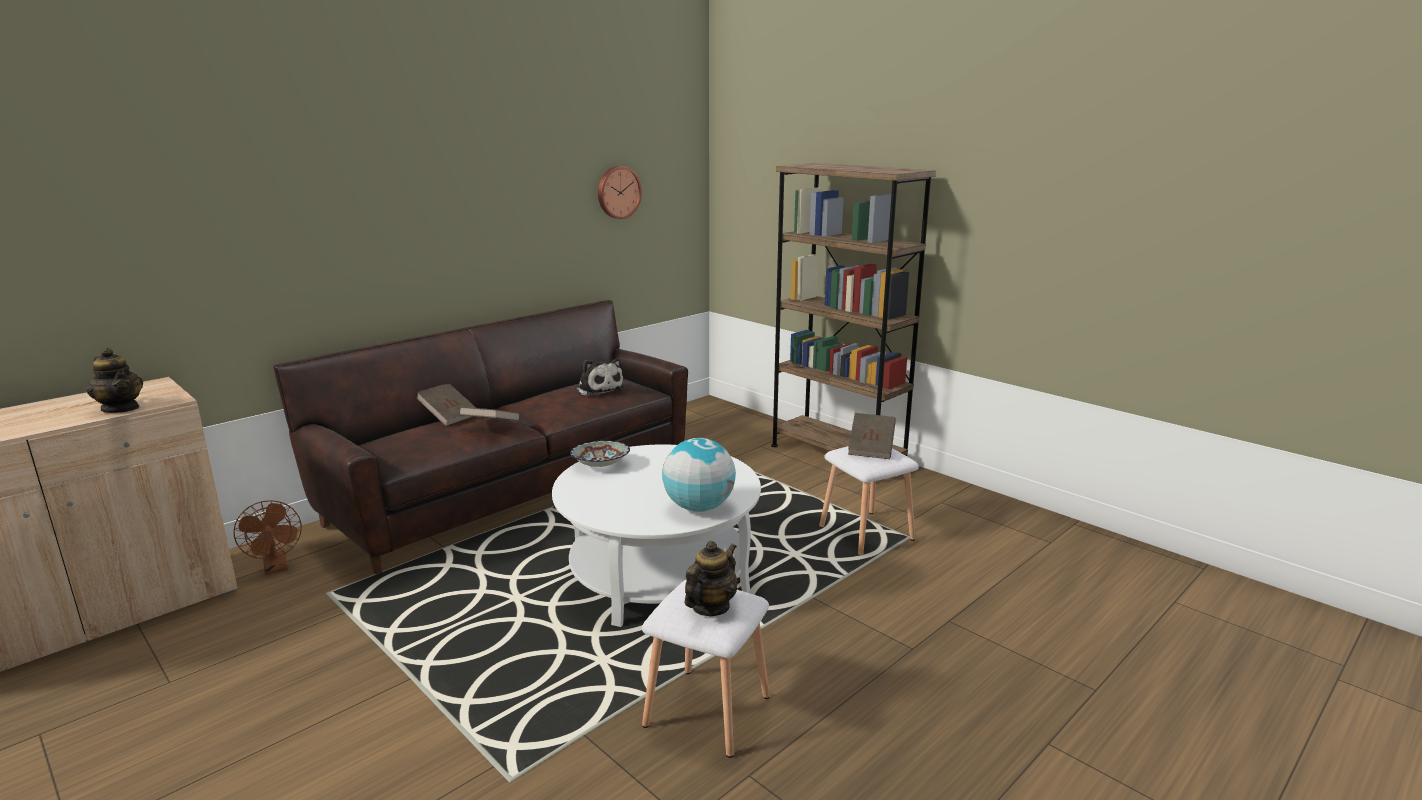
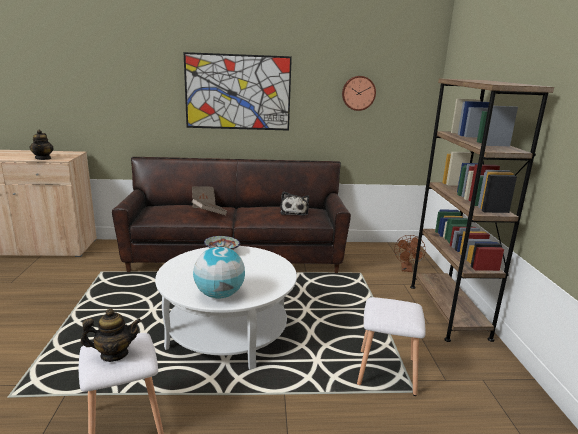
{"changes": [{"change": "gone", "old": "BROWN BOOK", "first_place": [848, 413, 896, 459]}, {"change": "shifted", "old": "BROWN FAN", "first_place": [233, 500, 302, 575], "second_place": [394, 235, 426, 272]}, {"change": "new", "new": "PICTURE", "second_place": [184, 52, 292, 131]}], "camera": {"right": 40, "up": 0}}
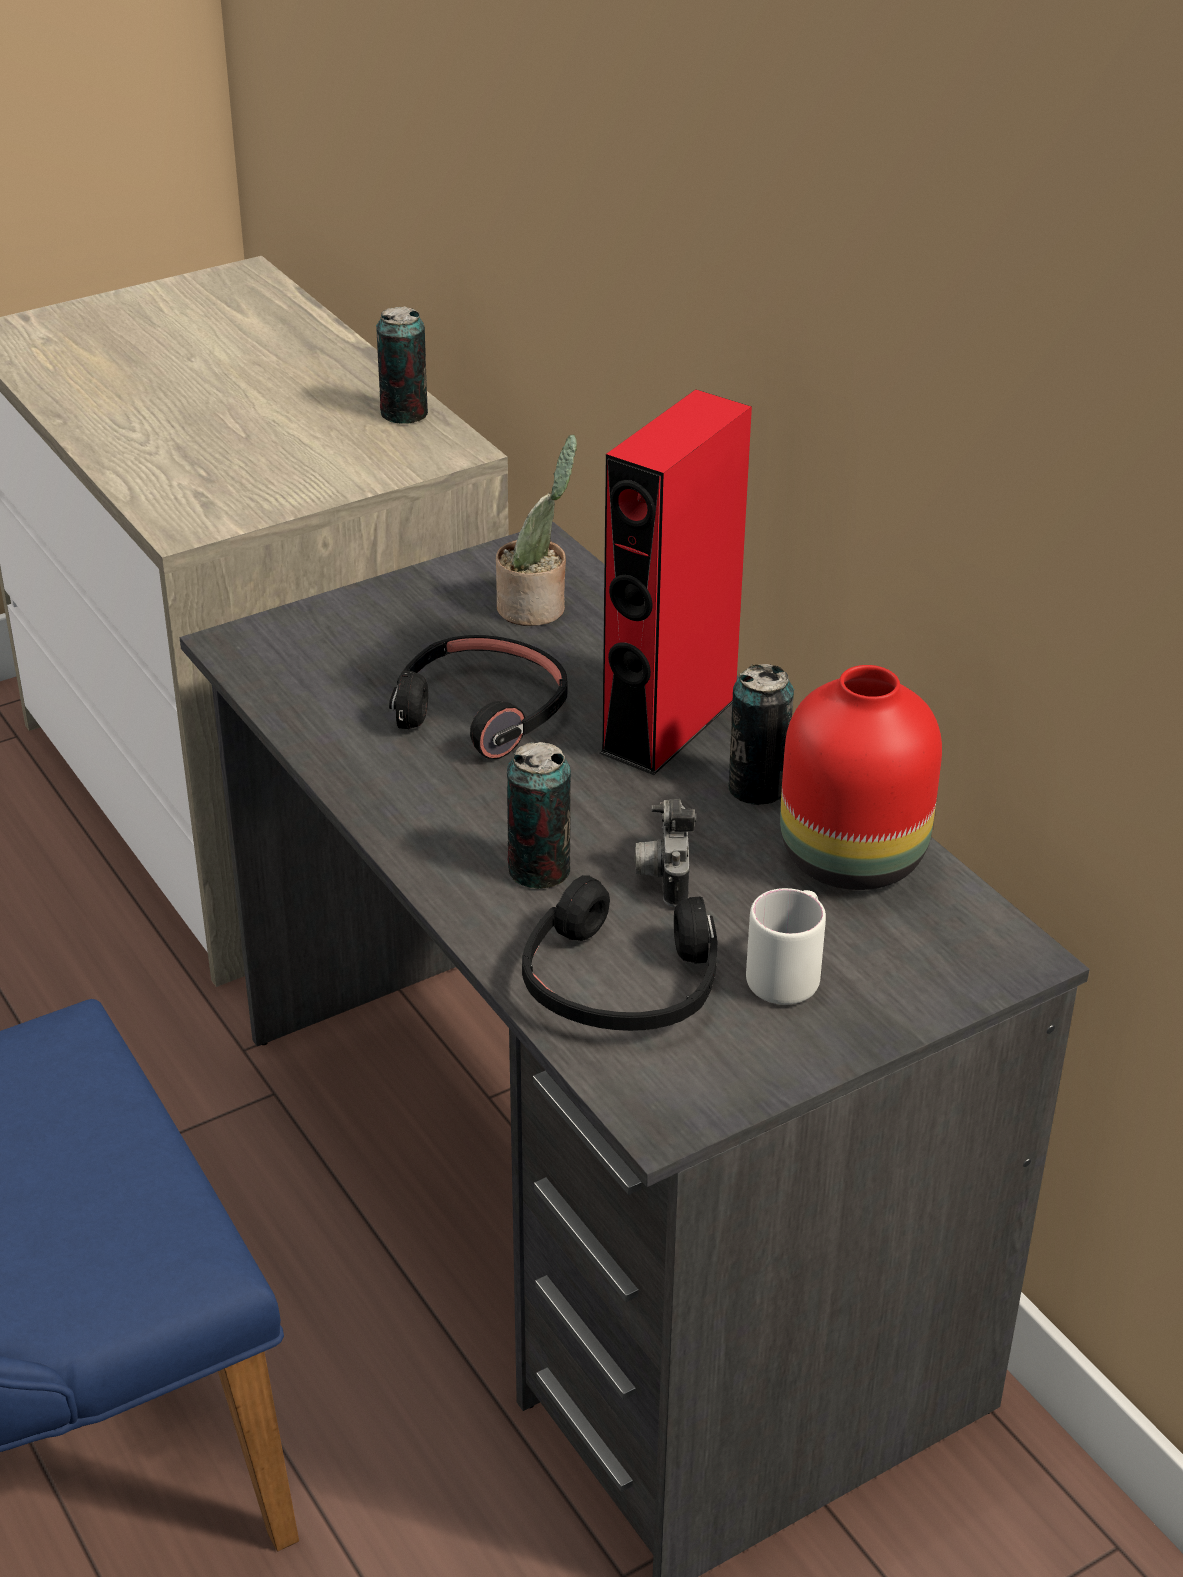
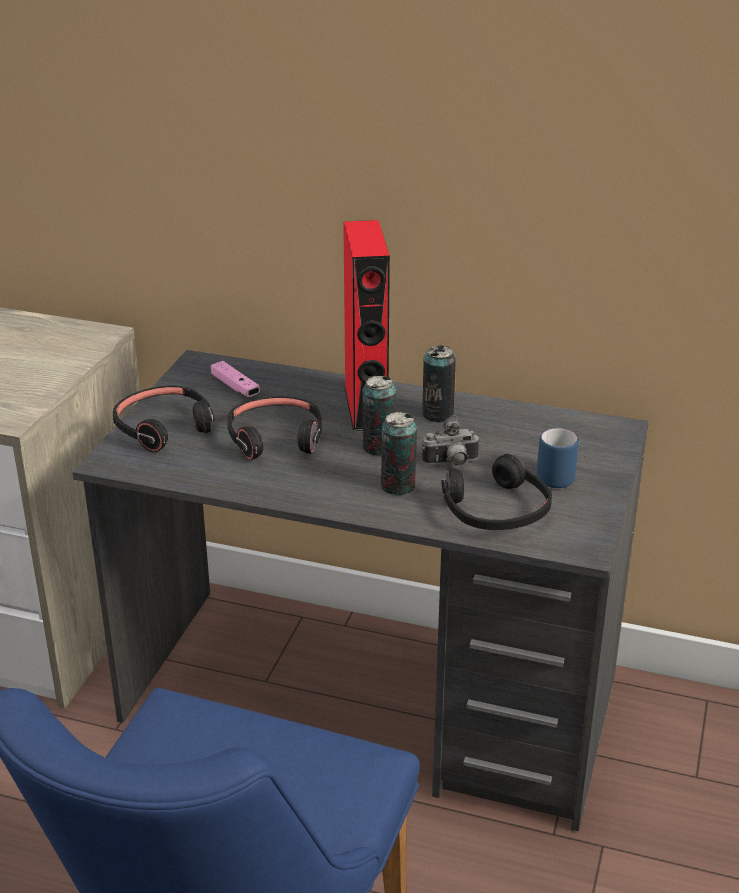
{"changes": [{"change": "shifted", "old": "CAN", "first_place": [376, 306, 428, 424], "second_place": [362, 376, 396, 456]}, {"change": "swapped", "old": "POTTED PLANT", "new": "PINK GAME CONTROLLER", "first_place": [496, 435, 577, 626], "second_place": [211, 361, 260, 397]}, {"change": "gone", "old": "RED VASE", "first_place": [780, 665, 942, 890]}, {"change": "rotated", "old": "PHOTO CAMERA", "first_place": [634, 799, 696, 907], "second_place": [422, 415, 480, 466], "degrees": -60}, {"change": "repainted", "old": "WHITE MUG", "new": "BLUE MUG", "first_place": [746, 888, 826, 1005], "second_place": [537, 428, 579, 488]}, {"change": "new", "new": "BLACK HEADPHONES", "second_place": [113, 386, 215, 452]}], "camera": {"right": -40, "up": -5}}
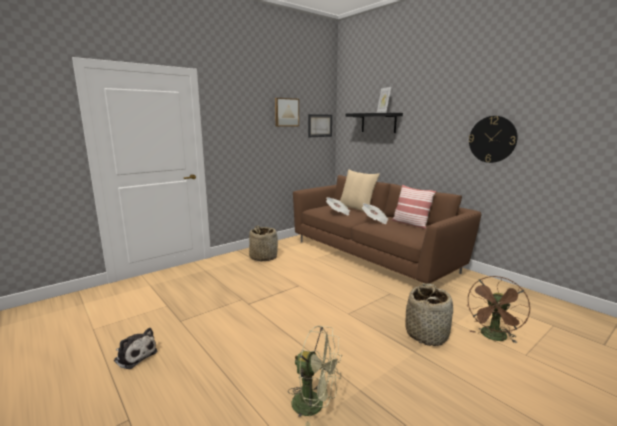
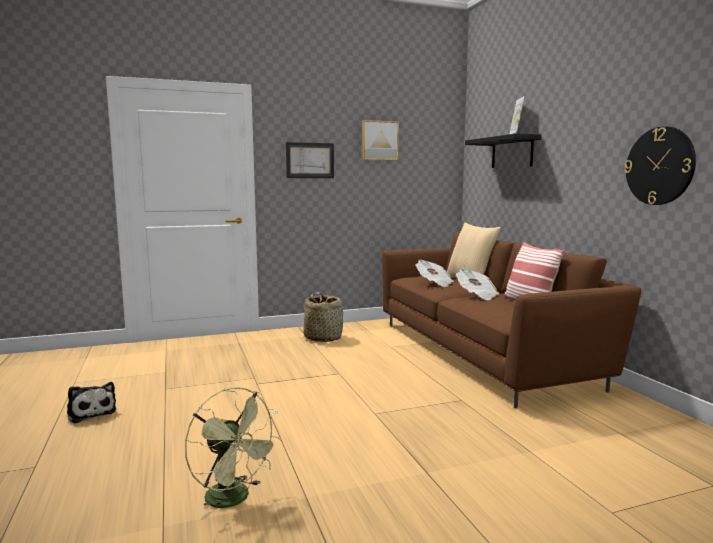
{"changes": [{"change": "shifted", "old": "PICTURE", "first_place": [308, 114, 332, 137], "second_place": [286, 142, 334, 178]}, {"change": "gone", "old": "BROWN FAN", "first_place": [467, 276, 530, 343]}, {"change": "gone", "old": "BASKET", "first_place": [405, 283, 453, 346]}], "camera": {"right": 20, "up": -5}}
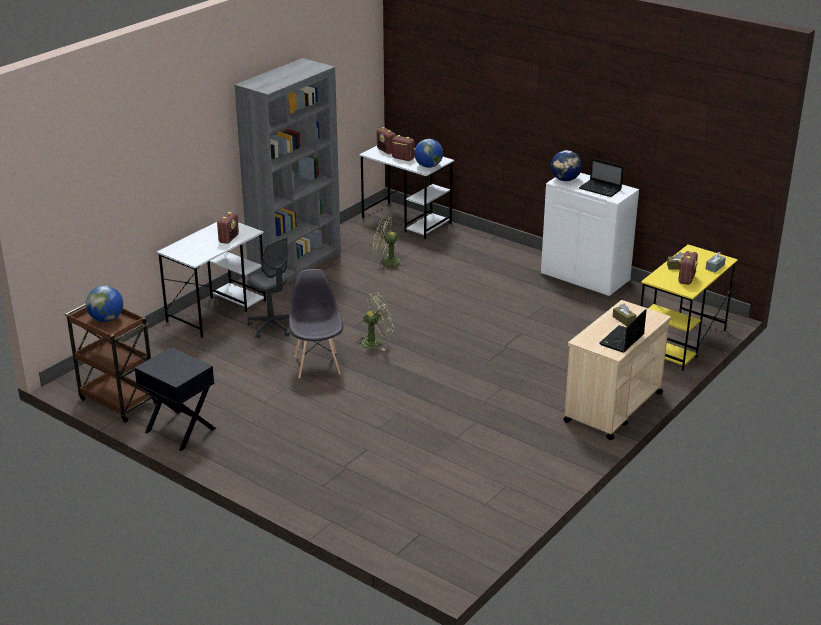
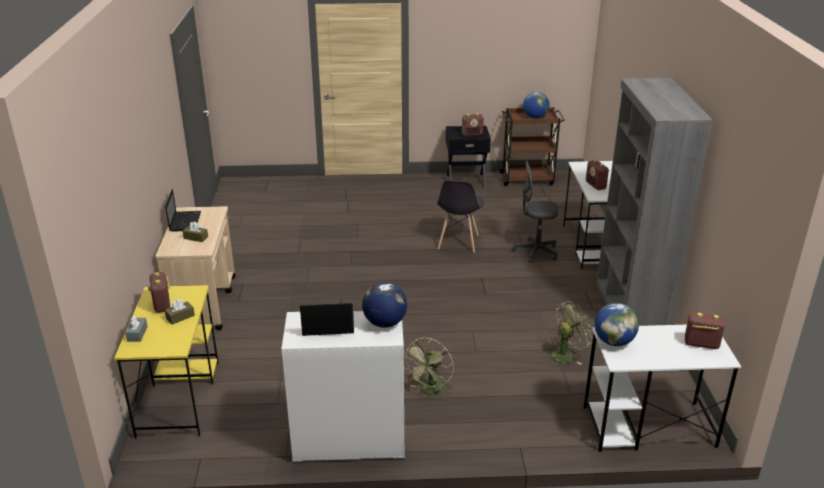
{"changes": [{"change": "shifted", "old": "RADIO", "first_place": [392, 135, 415, 161], "second_place": [462, 113, 484, 136]}, {"change": "rotated", "old": "GREY CHAIR", "first_place": [289, 269, 343, 378], "second_place": [437, 181, 484, 253], "degrees": 60}, {"change": "shifted", "old": "GREEN FAN", "first_place": [355, 292, 393, 351], "second_place": [404, 338, 454, 395]}], "camera": {"right": 140, "up": 0}}
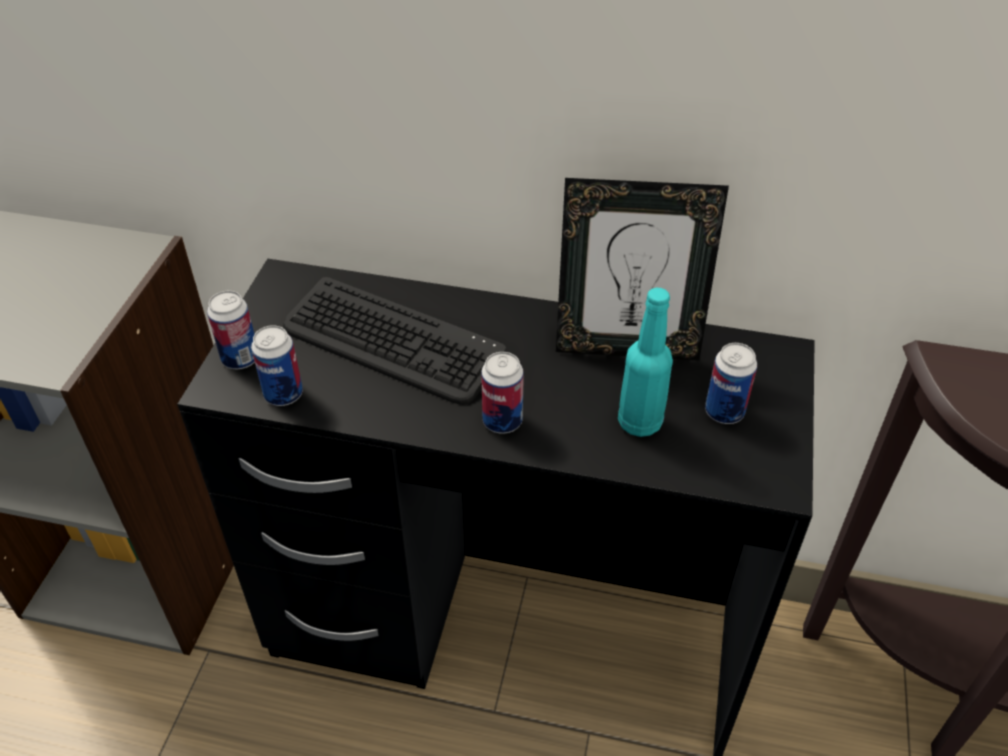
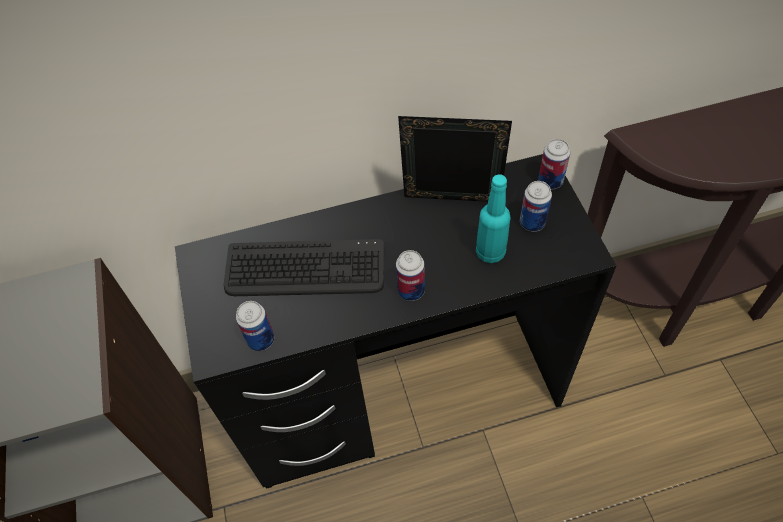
{"changes": [{"change": "rotated", "old": "PICTURE FRAME", "first_place": [556, 178, 729, 360], "second_place": [398, 116, 512, 202], "degrees": -150}, {"change": "shifted", "old": "CAN", "first_place": [207, 291, 255, 369], "second_place": [538, 139, 570, 189]}], "camera": {"right": -25, "up": 10}}
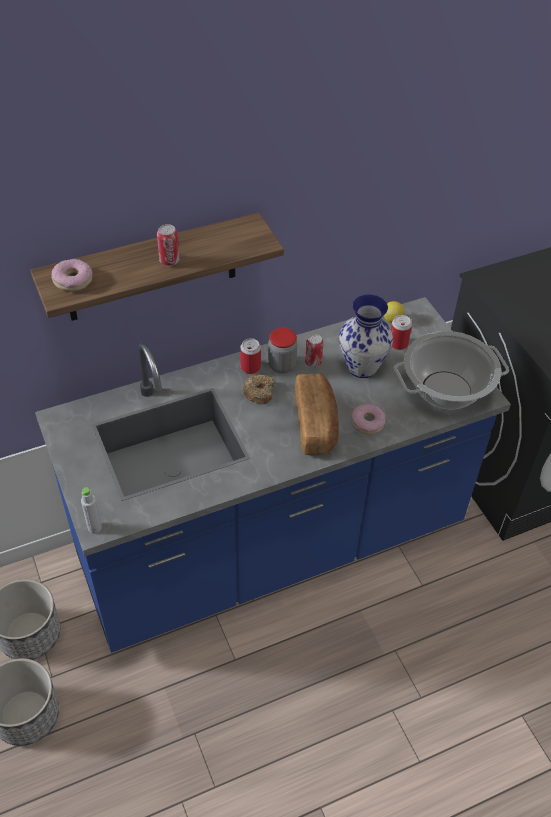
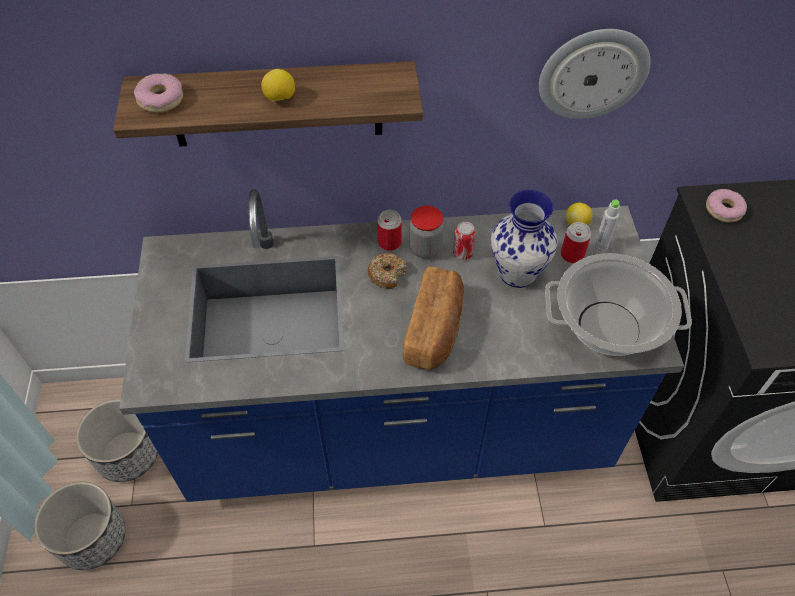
{"changes": [{"change": "swapped", "old": "CAN", "new": "LEMON", "first_place": [157, 224, 180, 266], "second_place": [261, 69, 295, 102]}, {"change": "shifted", "old": "DONUT", "first_place": [351, 404, 385, 434], "second_place": [706, 189, 747, 223]}, {"change": "shifted", "old": "GREY BOTTLE", "first_place": [81, 487, 102, 533], "second_place": [594, 200, 620, 251]}, {"change": "new", "new": "WALL CLOCK", "second_place": [539, 29, 651, 119]}], "camera": {"right": 20, "up": 5}}
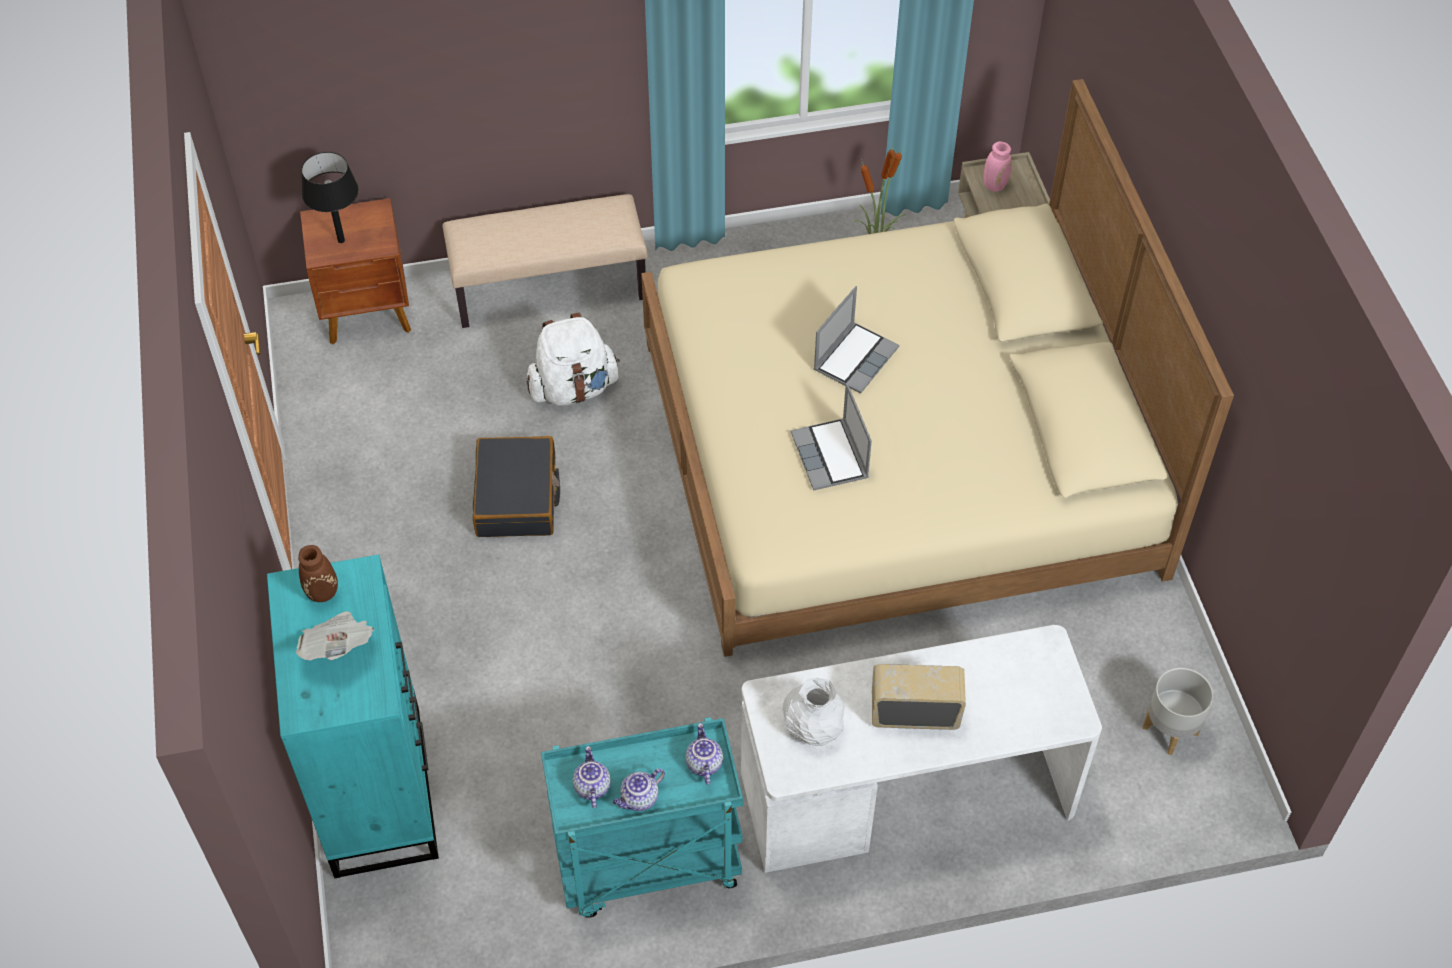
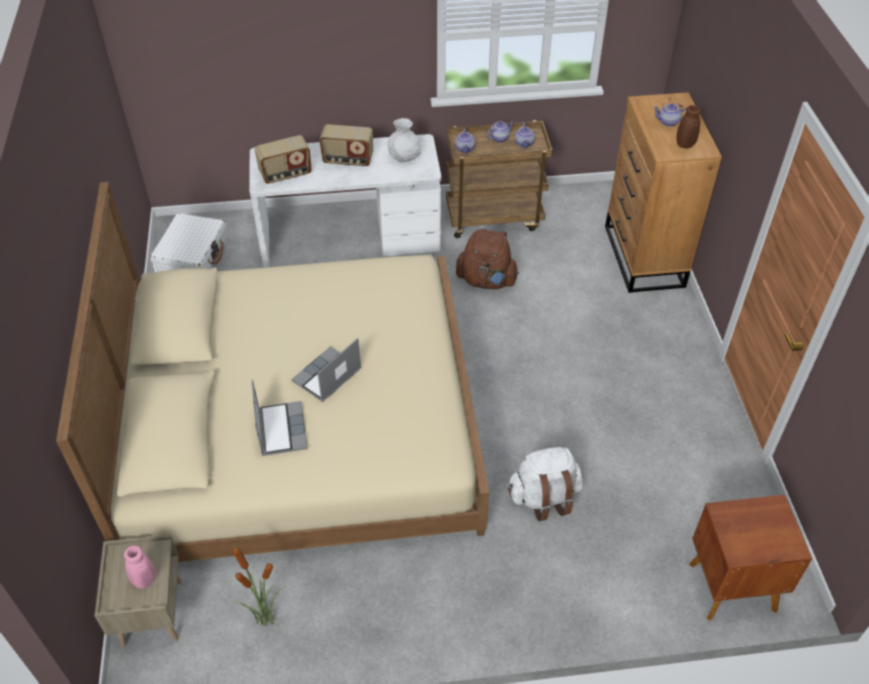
{"changes": [{"change": "gone", "old": "BLACK TABLE LAMP", "first_place": [302, 152, 359, 243]}, {"change": "gone", "old": "BEIGE BENCH", "first_place": [443, 194, 647, 328]}, {"change": "shifted", "old": "LAPTOP", "first_place": [791, 383, 872, 491], "second_place": [252, 380, 308, 456]}, {"change": "gone", "old": "BLACK SUITCASE", "first_place": [473, 436, 560, 537]}, {"change": "repainted", "old": "TURQUOISE DRESSER", "new": "BROWN DRESSER", "first_place": [267, 555, 439, 878], "second_place": [605, 92, 722, 293]}, {"change": "swapped", "old": "NEWSPAPER", "new": "TEAPOT", "first_place": [296, 611, 374, 660], "second_place": [653, 103, 686, 127]}, {"change": "swapped", "old": "GREY PLANTER", "new": "WHITE SUITCASE", "first_place": [1142, 668, 1213, 755], "second_place": [150, 213, 228, 273]}, {"change": "repainted", "old": "TURQUOISE CART", "new": "BROWN CART", "first_place": [541, 717, 743, 918], "second_place": [446, 120, 552, 238]}, {"change": "new", "new": "RADIO", "second_place": [255, 135, 312, 184]}, {"change": "new", "new": "BROWN BACKPACK", "second_place": [456, 229, 519, 289]}], "camera": {"right": -175, "up": -5}}
